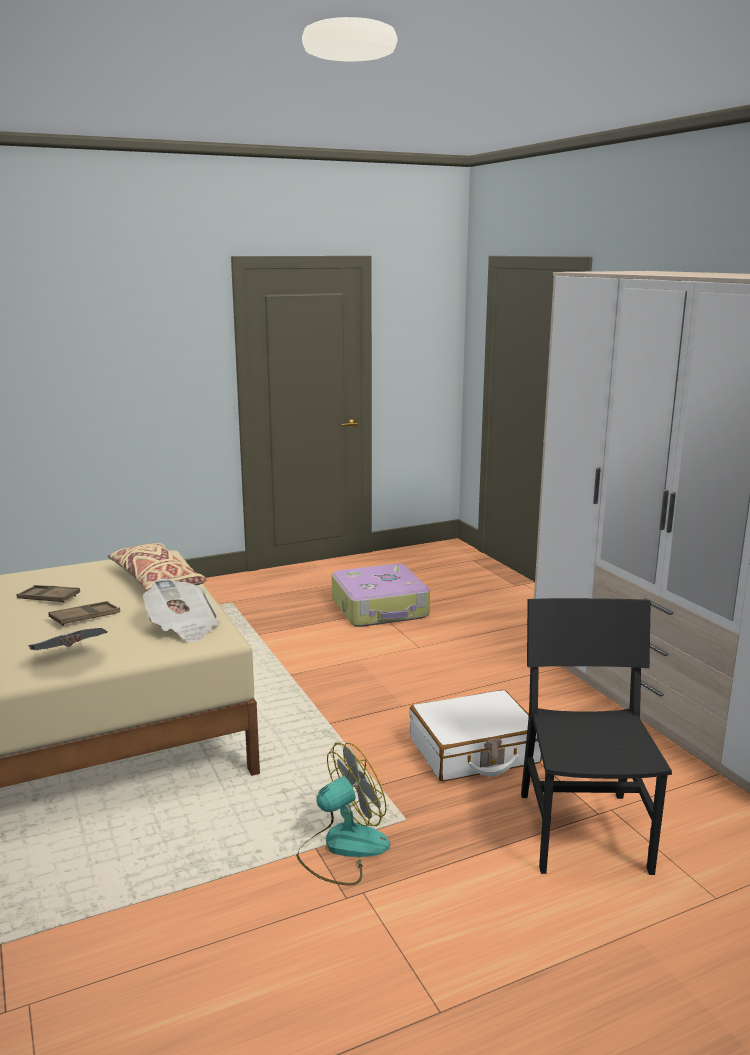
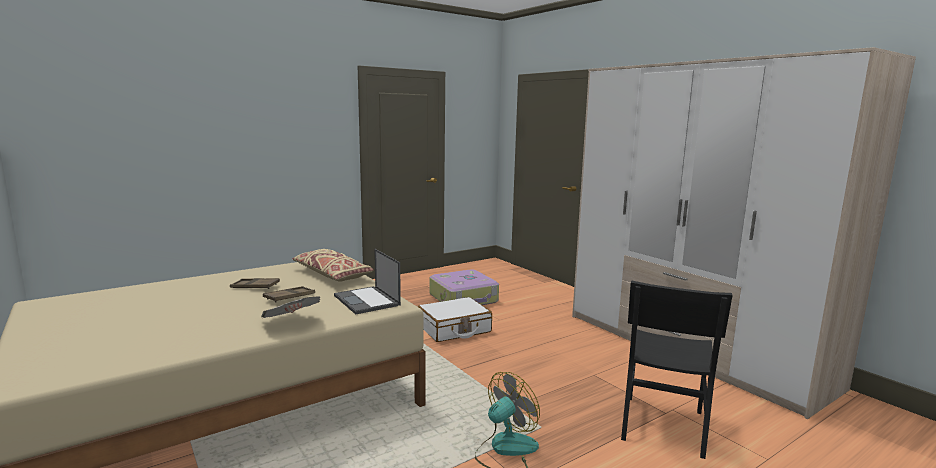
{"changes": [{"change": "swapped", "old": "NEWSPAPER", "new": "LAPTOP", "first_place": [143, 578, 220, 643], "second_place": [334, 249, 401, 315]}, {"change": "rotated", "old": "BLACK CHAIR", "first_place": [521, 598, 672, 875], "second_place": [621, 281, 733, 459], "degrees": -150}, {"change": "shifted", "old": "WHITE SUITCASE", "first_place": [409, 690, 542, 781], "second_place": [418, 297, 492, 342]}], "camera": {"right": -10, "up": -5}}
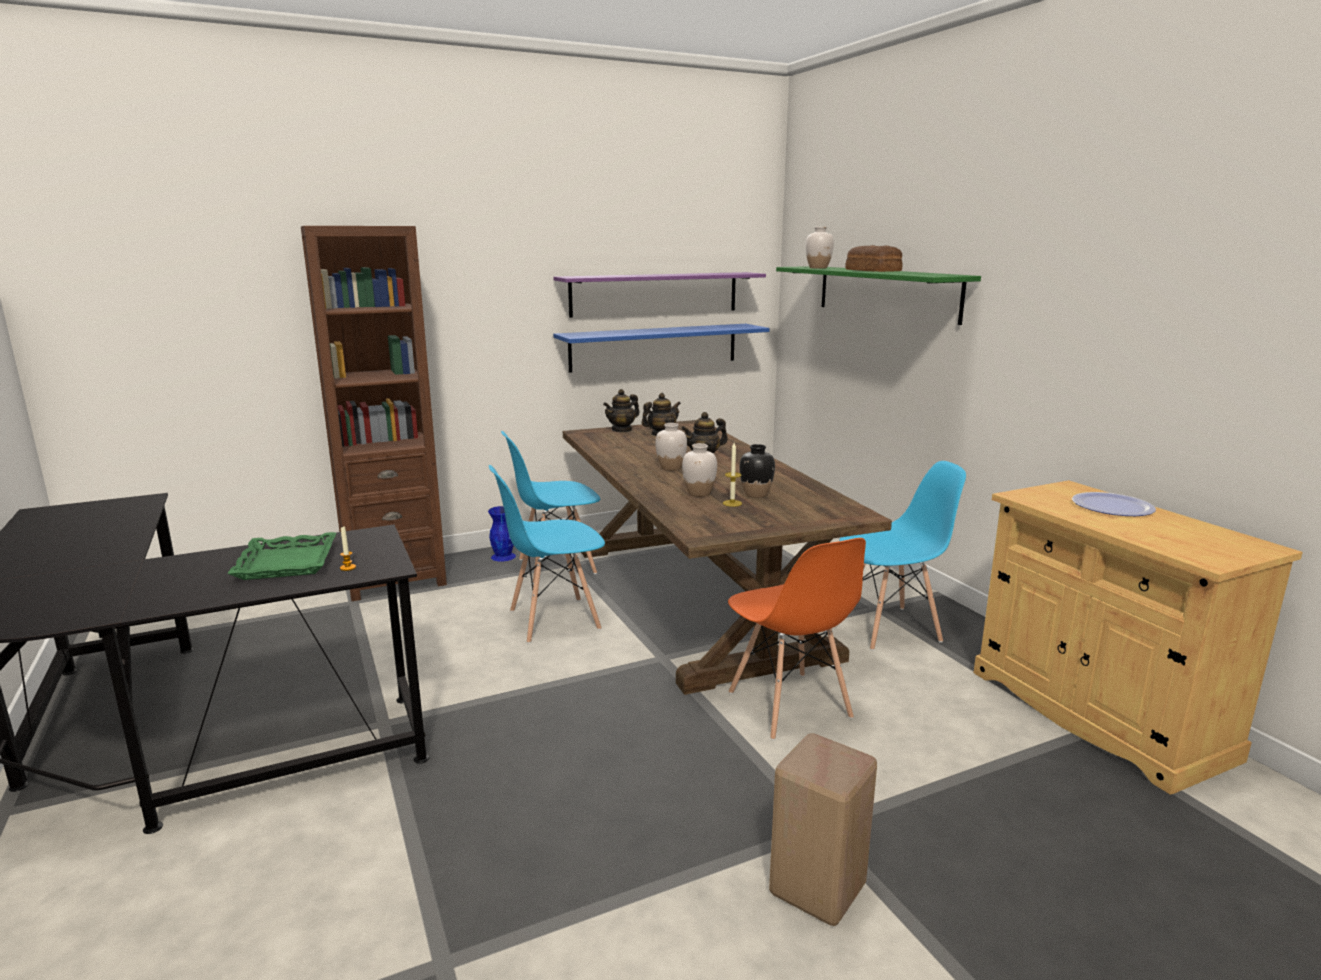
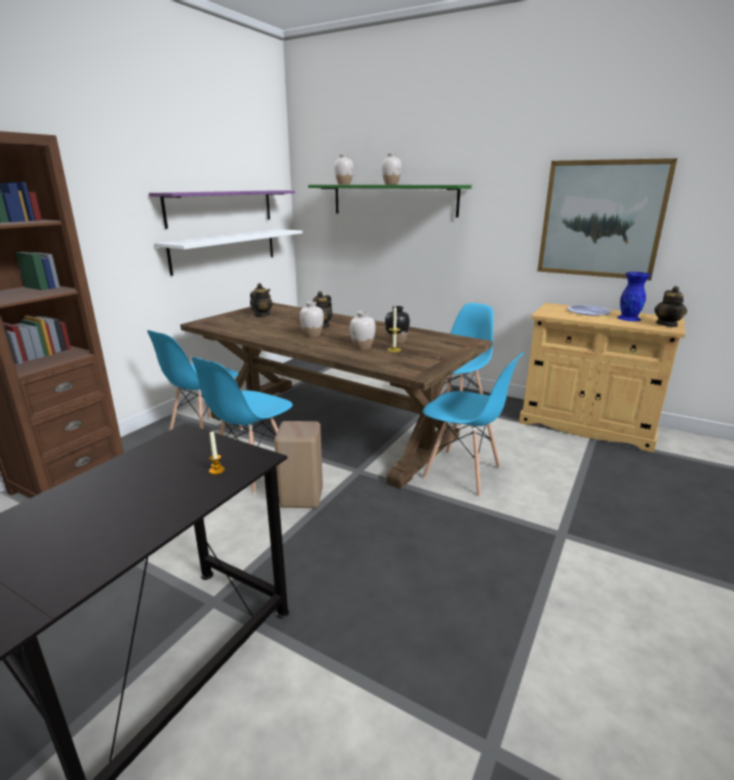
{"changes": [{"change": "swapped", "old": "BREAD", "new": "WHITE VASE", "first_place": [845, 245, 902, 272], "second_place": [382, 153, 402, 185]}, {"change": "repainted", "old": "BLUE SHELF", "new": "WHITE SHELF", "first_place": [553, 324, 770, 373], "second_place": [155, 229, 303, 276]}, {"change": "shifted", "old": "TEAPOT", "first_place": [603, 389, 640, 433], "second_place": [654, 286, 687, 327]}, {"change": "shifted", "old": "BLUE VASE", "first_place": [488, 506, 516, 562], "second_place": [617, 272, 651, 321]}, {"change": "gone", "old": "GREEN TRAY", "first_place": [227, 532, 337, 580]}, {"change": "repainted", "old": "ORANGE CHAIR", "new": "BLUE CHAIR", "first_place": [728, 538, 866, 740], "second_place": [422, 352, 524, 496]}, {"change": "shifted", "old": "BEIGE STOOL", "first_place": [769, 733, 877, 926], "second_place": [274, 421, 323, 508]}, {"change": "new", "new": "PICTURE", "second_place": [537, 158, 677, 281]}], "camera": {"right": -35, "up": 5}}
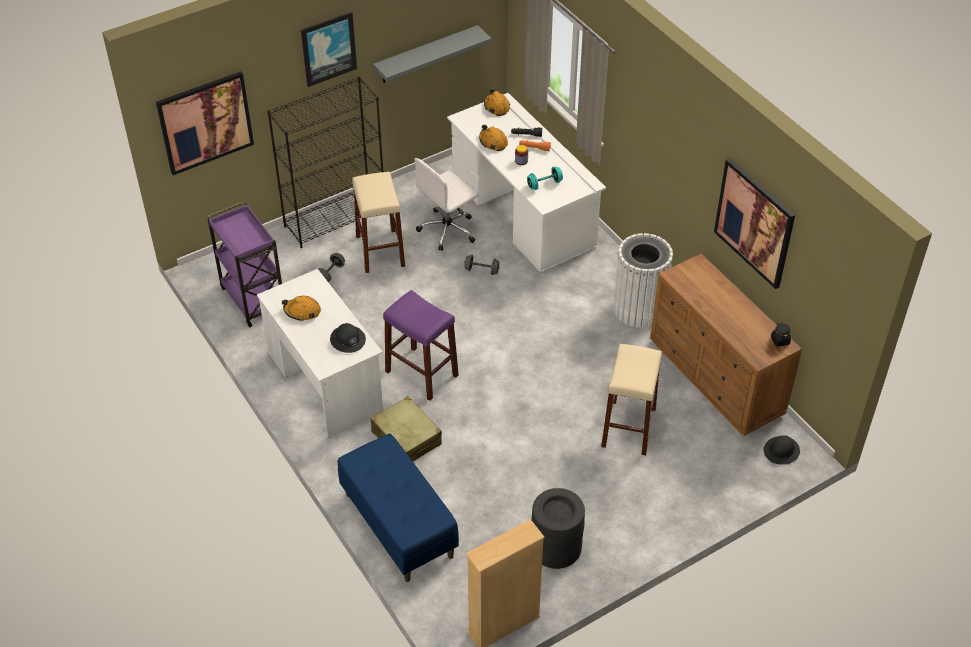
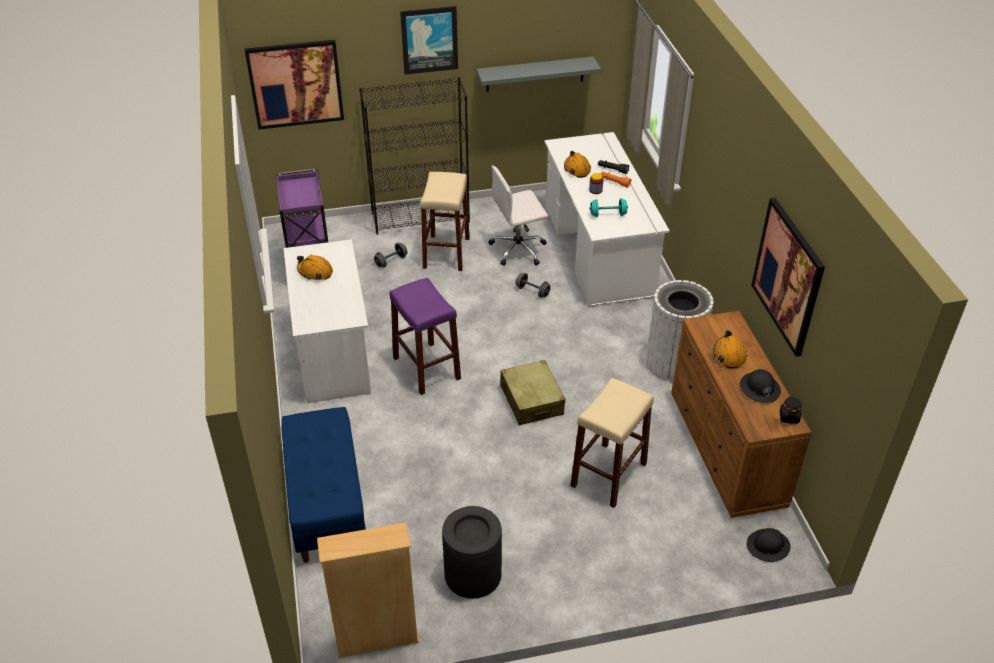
{"changes": [{"change": "shifted", "old": "ORANGE HARD HAT", "first_place": [484, 88, 510, 116], "second_place": [713, 330, 747, 368]}, {"change": "shifted", "old": "BLACK HARD HAT", "first_place": [330, 323, 366, 353], "second_place": [740, 369, 781, 403]}, {"change": "shifted", "old": "BEIGE SUITCASE", "first_place": [371, 396, 442, 461], "second_place": [500, 360, 565, 425]}], "camera": {"right": 20, "up": -5}}
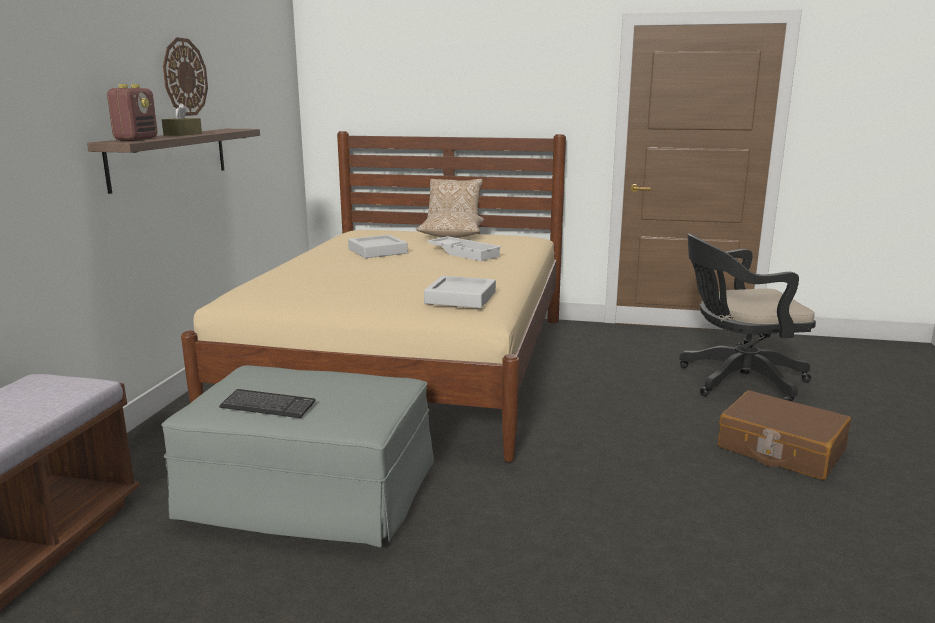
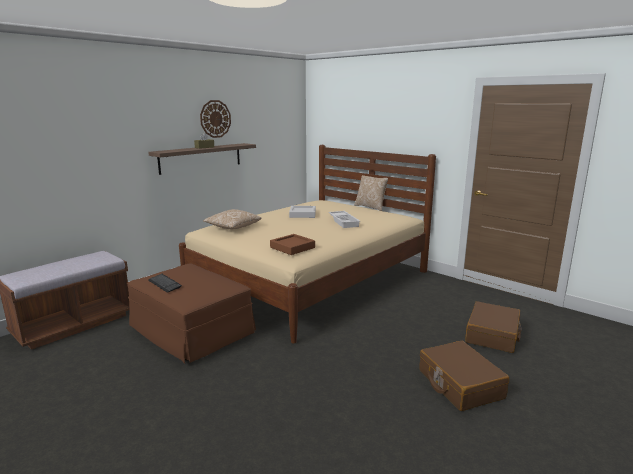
{"changes": [{"change": "gone", "old": "RADIO", "first_place": [107, 84, 158, 141]}, {"change": "shifted", "old": "PILLOW", "first_place": [416, 211, 484, 238], "second_place": [203, 209, 262, 229]}, {"change": "swapped", "old": "BLACK OFFICE CHAIR", "new": "BROWN SUITCASE", "first_place": [679, 234, 816, 402], "second_place": [465, 301, 522, 353]}, {"change": "repainted", "old": "GREY TRAY", "new": "BROWN TRAY", "first_place": [424, 276, 496, 308], "second_place": [270, 234, 315, 255]}, {"change": "repainted", "old": "GREY OTTOMAN", "new": "BROWN OTTOMAN", "first_place": [161, 365, 434, 548], "second_place": [127, 263, 256, 364]}], "camera": {"right": 30, "up": 0}}
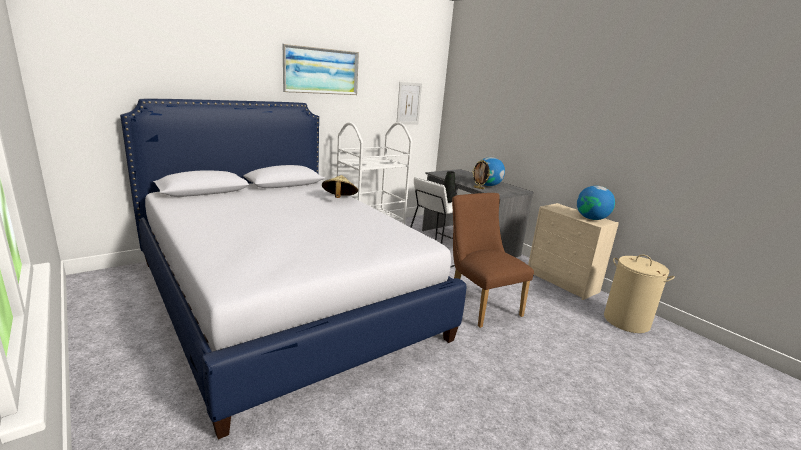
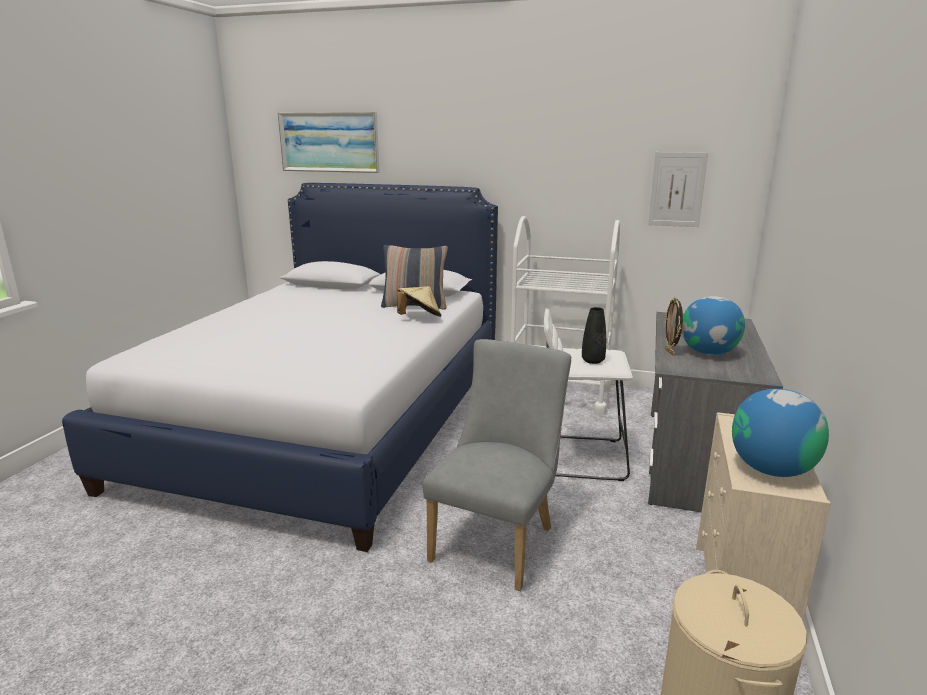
{"changes": [{"change": "shifted", "old": "PICTURE", "first_place": [283, 44, 359, 95], "second_place": [278, 112, 380, 173]}, {"change": "repainted", "old": "BROWN CHAIR", "new": "GREY CHAIR", "first_place": [452, 193, 534, 328], "second_place": [422, 339, 571, 591]}, {"change": "new", "new": "PILLOW", "second_place": [381, 245, 448, 310]}], "camera": {"right": 55, "up": 0}}
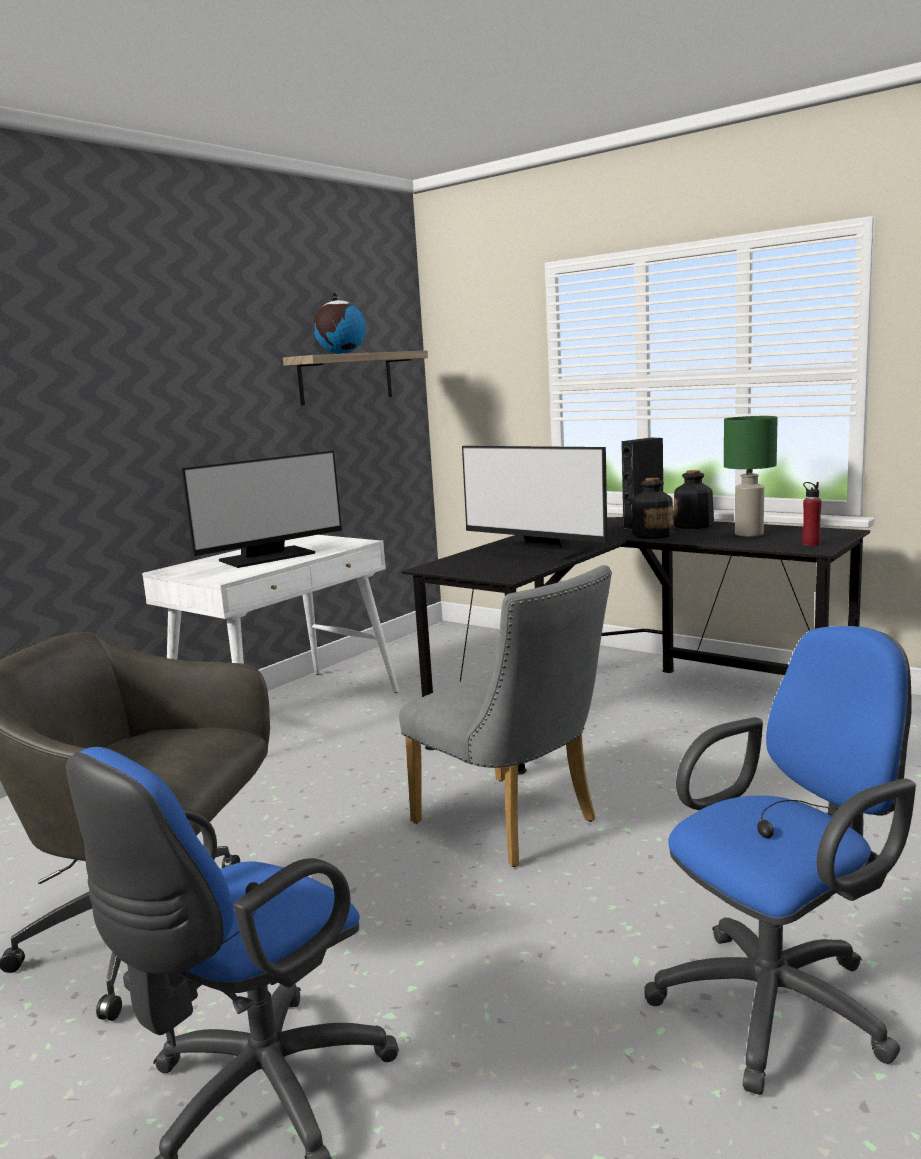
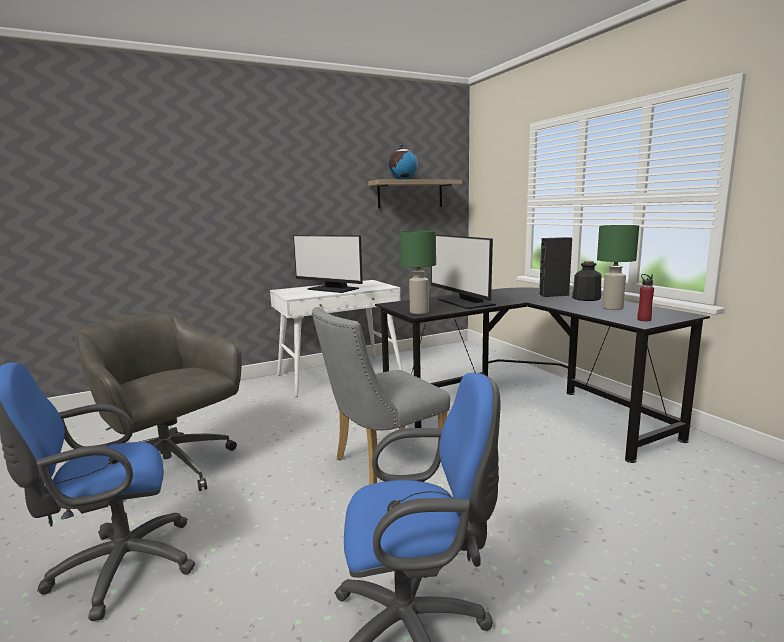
{"changes": [{"change": "rotated", "old": "MONITOR", "first_place": [181, 451, 342, 568], "second_place": [293, 235, 363, 293], "degrees": 45}, {"change": "gone", "old": "BOTTLE", "first_place": [632, 478, 675, 539]}, {"change": "rotated", "old": "GREY CHAIR", "first_place": [399, 565, 612, 867], "second_place": [312, 307, 450, 485], "degrees": 75}, {"change": "new", "new": "GREEN TABLE LAMP", "second_place": [400, 230, 436, 314]}], "camera": {"right": 25, "up": 0}}
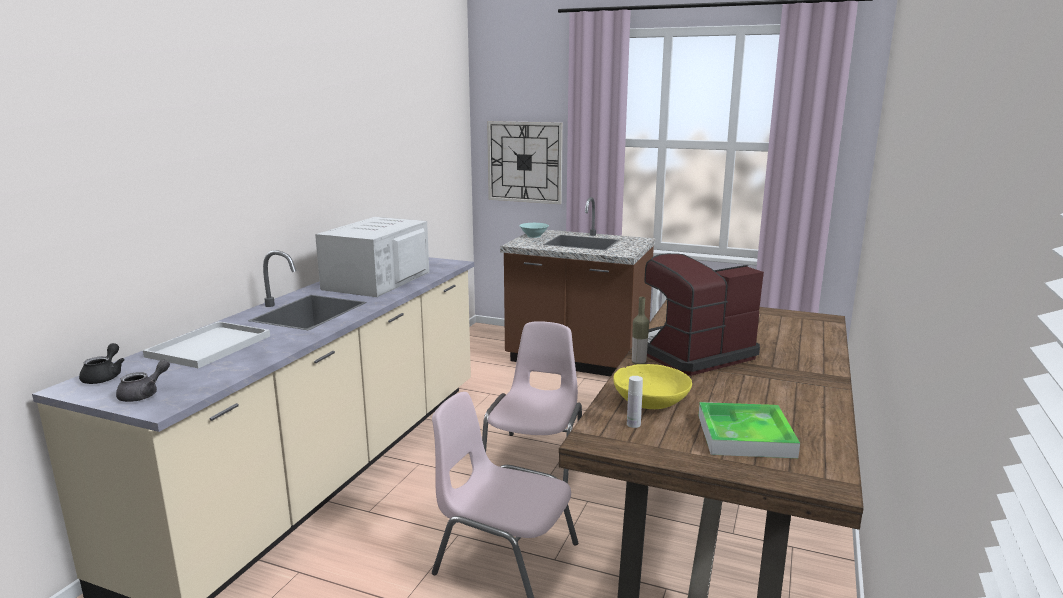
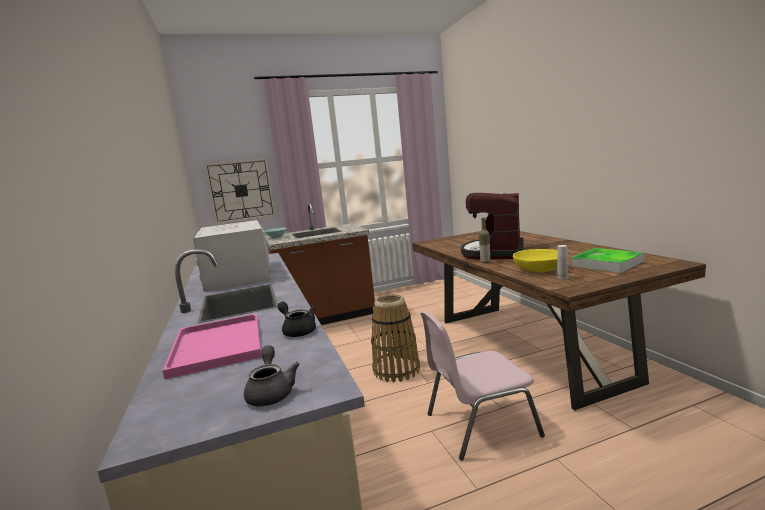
{"changes": [{"change": "repainted", "old": "WHITE TRAY", "new": "PINK TRAY", "first_place": [143, 321, 270, 368], "second_place": [162, 313, 262, 379]}, {"change": "swapped", "old": "PINK CHAIR", "new": "BASKET", "first_place": [482, 321, 582, 484], "second_place": [371, 294, 420, 383]}, {"change": "shifted", "old": "BLACK TEAPOT", "first_place": [79, 343, 125, 384], "second_place": [277, 302, 316, 337]}], "camera": {"right": -40, "up": -5}}
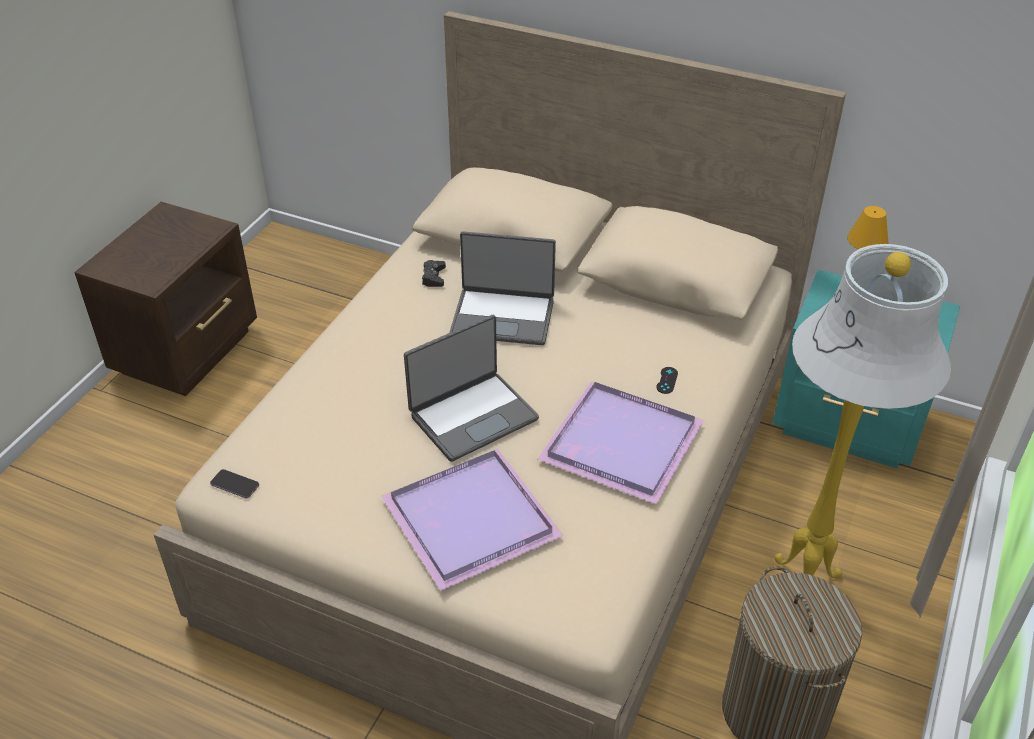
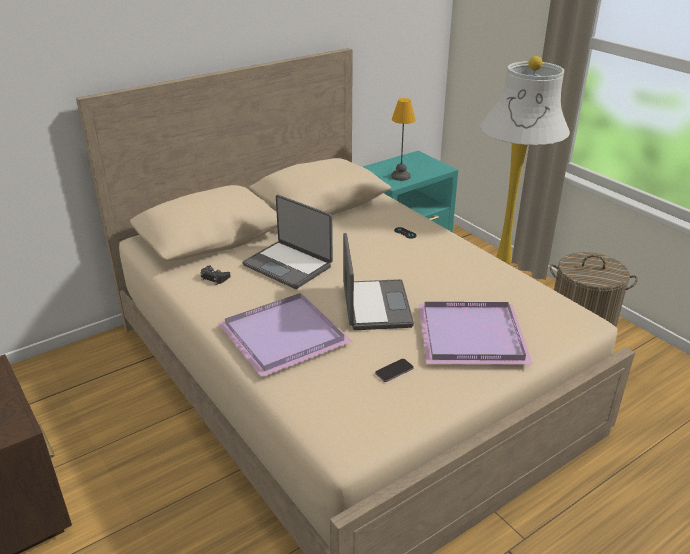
{"changes": [{"change": "rotated", "old": "LAPTOP", "first_place": [450, 231, 556, 345], "second_place": [242, 195, 333, 289], "degrees": 90}, {"change": "shifted", "old": "PURPLE TRAY", "first_place": [537, 381, 704, 504], "second_place": [218, 293, 353, 377]}, {"change": "shifted", "old": "PHONE", "first_place": [210, 469, 259, 498], "second_place": [375, 359, 414, 382]}], "camera": {"right": -60, "up": -10}}
